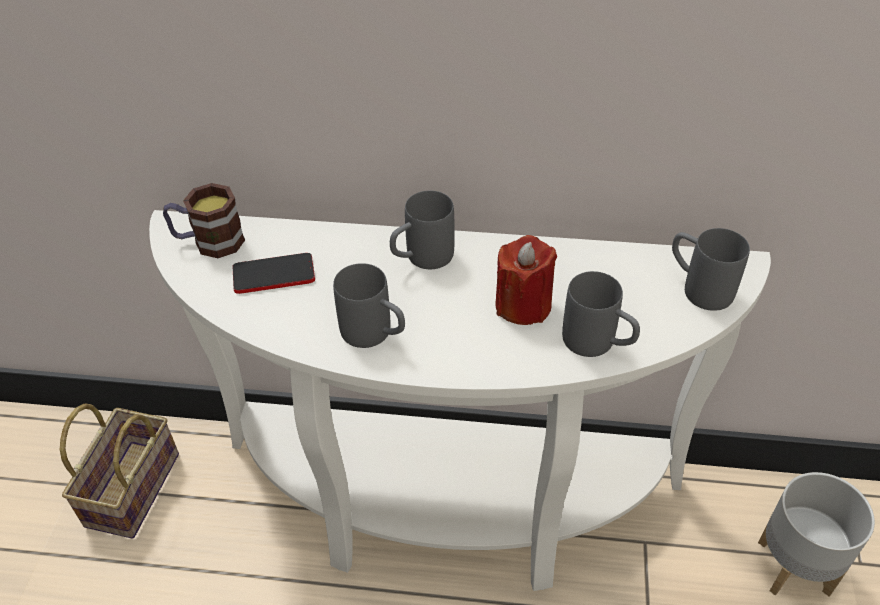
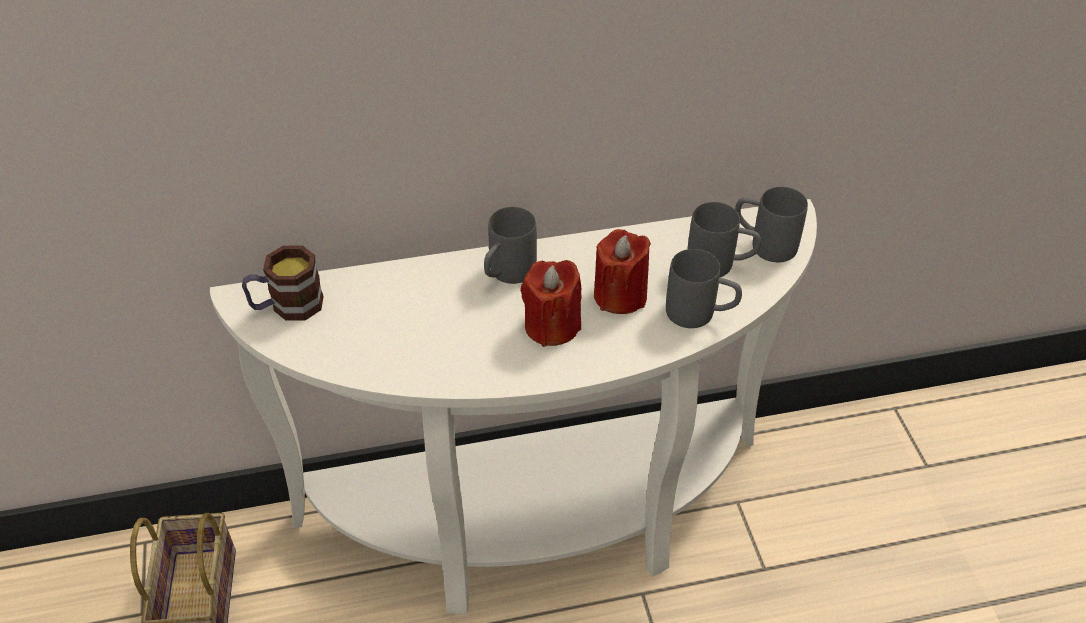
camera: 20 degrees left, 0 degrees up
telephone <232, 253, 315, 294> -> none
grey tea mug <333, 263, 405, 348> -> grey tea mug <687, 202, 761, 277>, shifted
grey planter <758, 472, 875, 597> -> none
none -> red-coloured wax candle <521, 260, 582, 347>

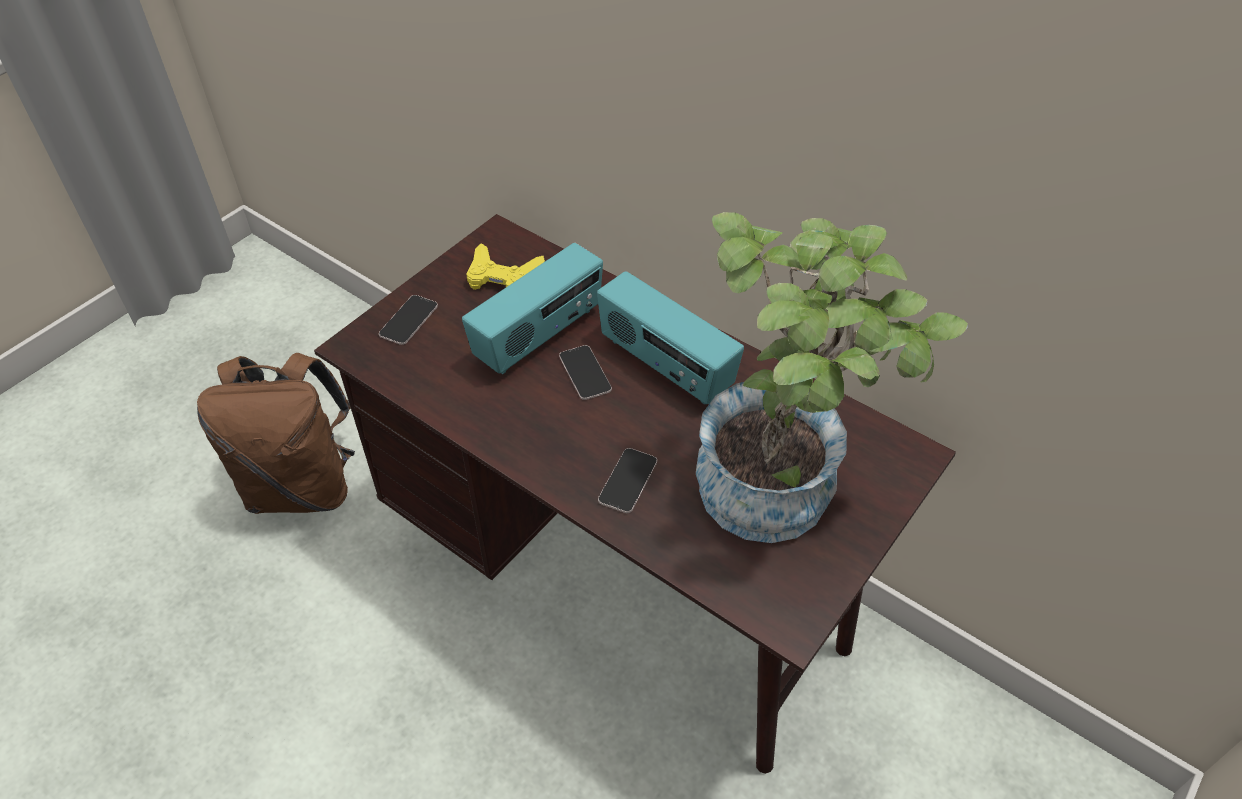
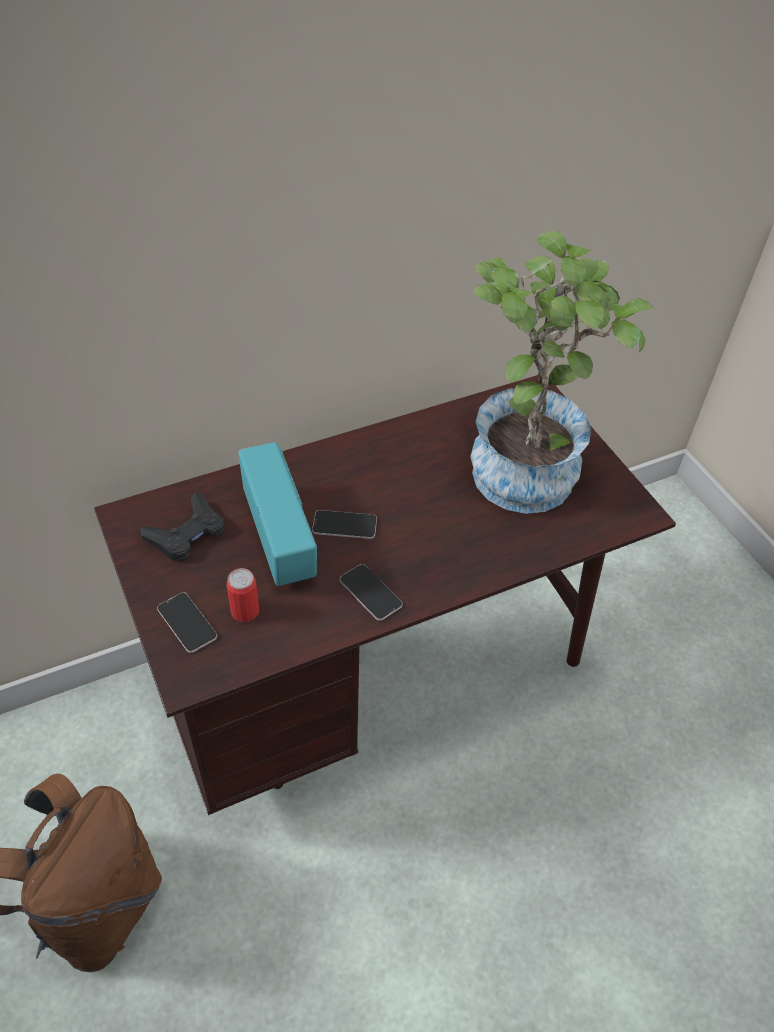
camera: 65 degrees left, 0 degrees up
yellow-coloured game controller <466, 243, 545, 290> -> black game controller <140, 492, 224, 562>
radio <597, 271, 744, 405> -> none
telephone <598, 448, 657, 513> -> telephone <340, 564, 402, 621>, shifted
none -> metal can <227, 568, 259, 622>

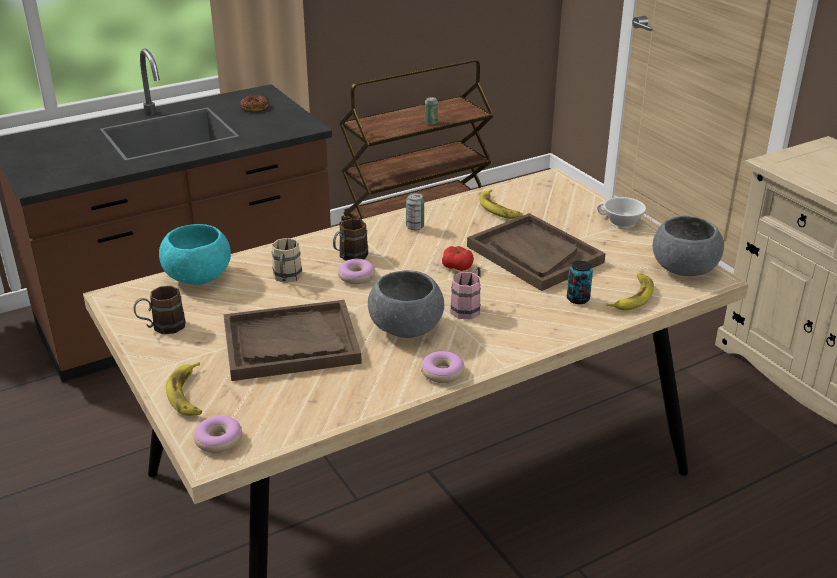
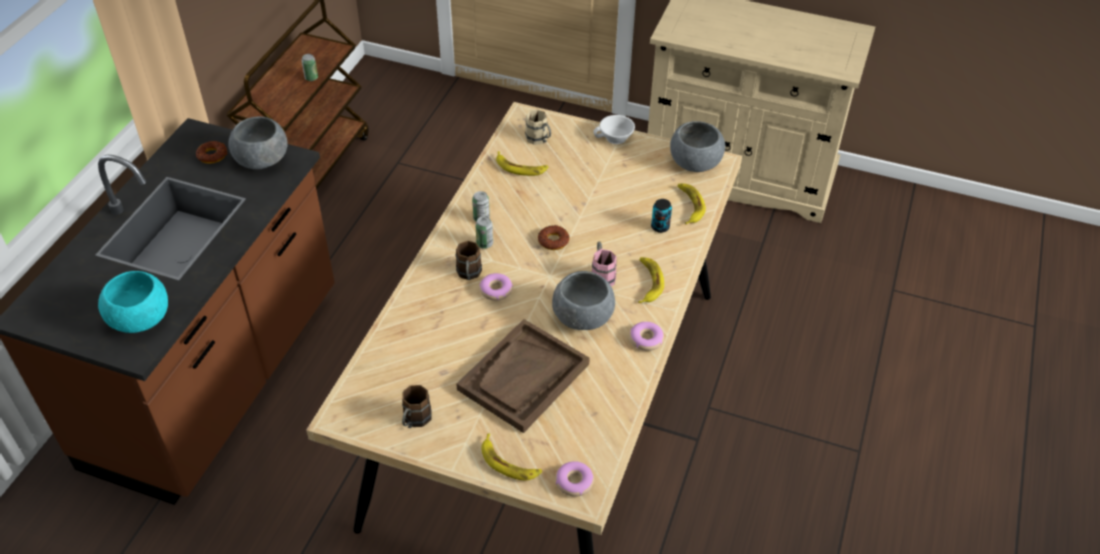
camera: 40 degrees left, 15 degrees up
brownish carrying tray <467, 213, 606, 291> -> none
turquoise-coloured serving bowl <159, 224, 231, 285> -> turquoise-coloured serving bowl <98, 271, 168, 333>, shifted
beige-coloured tea mug <272, 238, 303, 283> -> beige-coloured tea mug <525, 110, 551, 145>, shifted
whole tomato <442, 246, 474, 271> -> donut <538, 225, 570, 250>
none -> grey serving bowl <228, 117, 288, 169>
none -> metal can <475, 216, 493, 249>
none -> whole banana <638, 257, 664, 303>

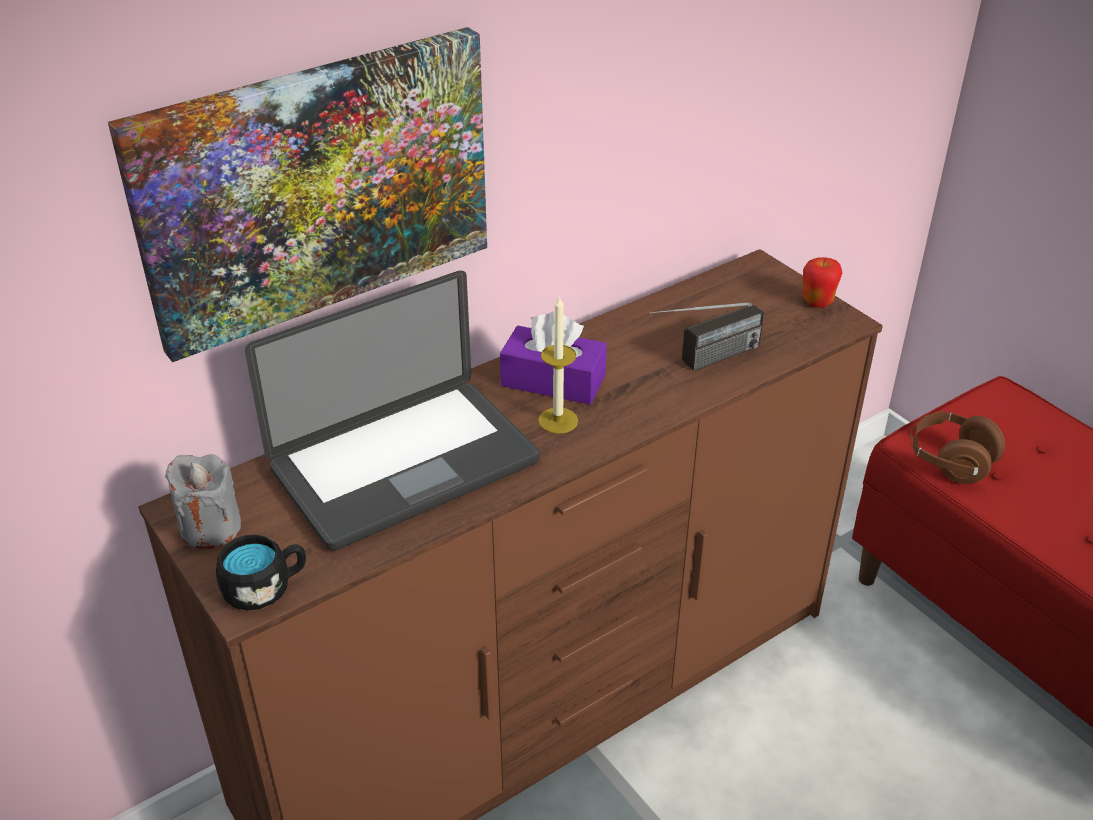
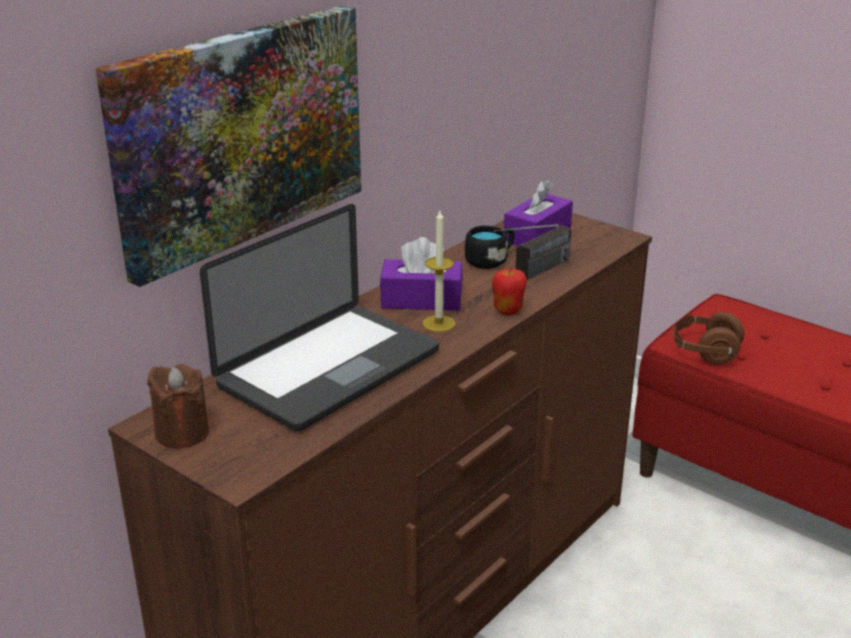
camera: 15 degrees left, 10 degrees down
apple <802, 257, 842, 308> -> apple <492, 268, 527, 315>, shifted
grey wax candle <165, 454, 241, 549> -> brownish wax candle <147, 364, 209, 448>
black tea mug <216, 535, 306, 610> -> black tea mug <465, 226, 514, 269>, shifted
none -> purple tissue holder <504, 180, 573, 246>

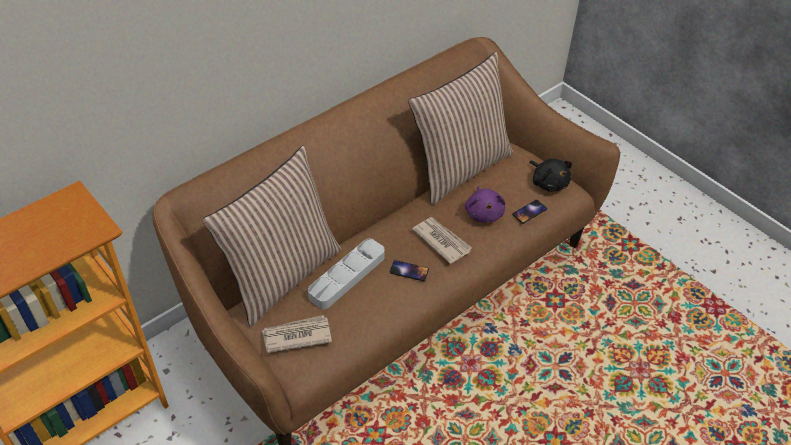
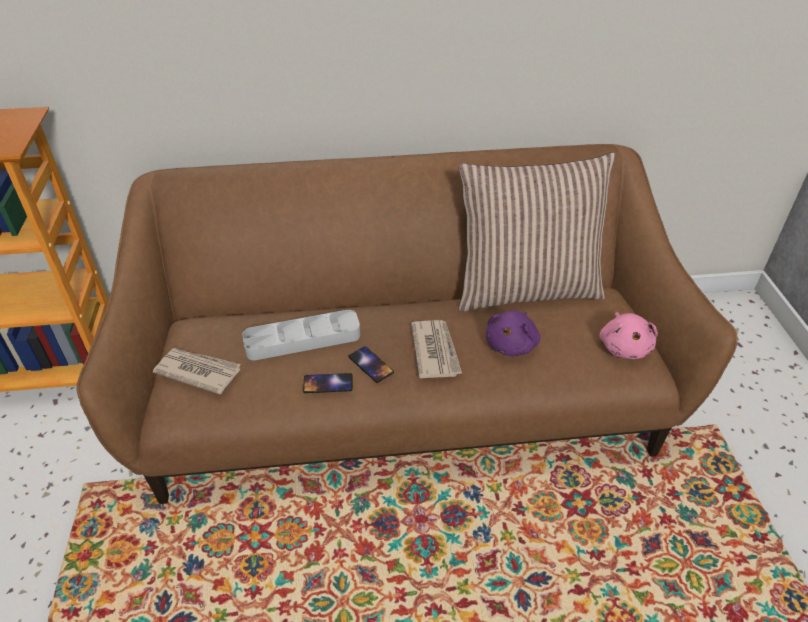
camera: 35 degrees right, 5 degrees down
pillow <202, 145, 342, 326> -> none
black plush toy <529, 158, 572, 192> -> pinkish plush toy <600, 312, 658, 359>
telephone <512, 200, 547, 224> -> telephone <303, 373, 353, 393>, shifted

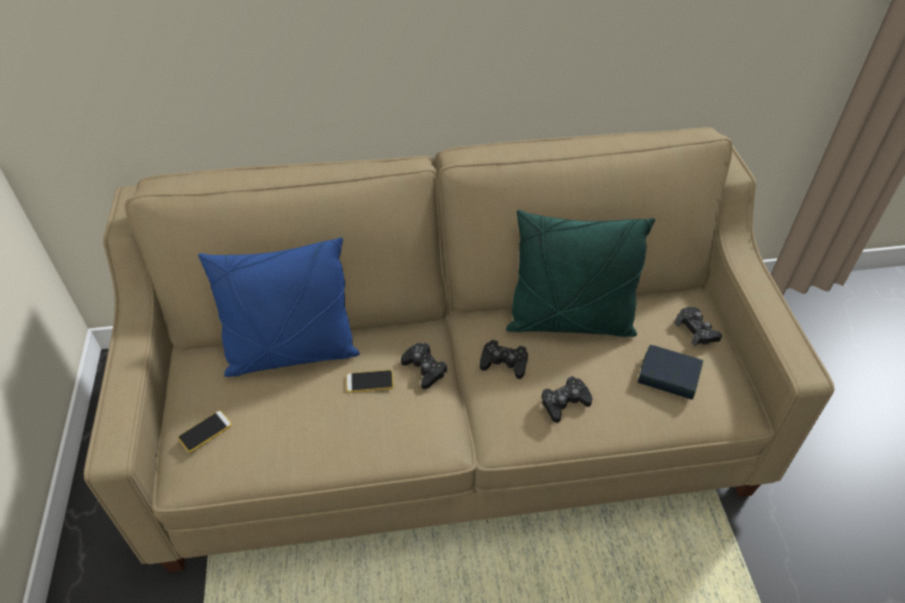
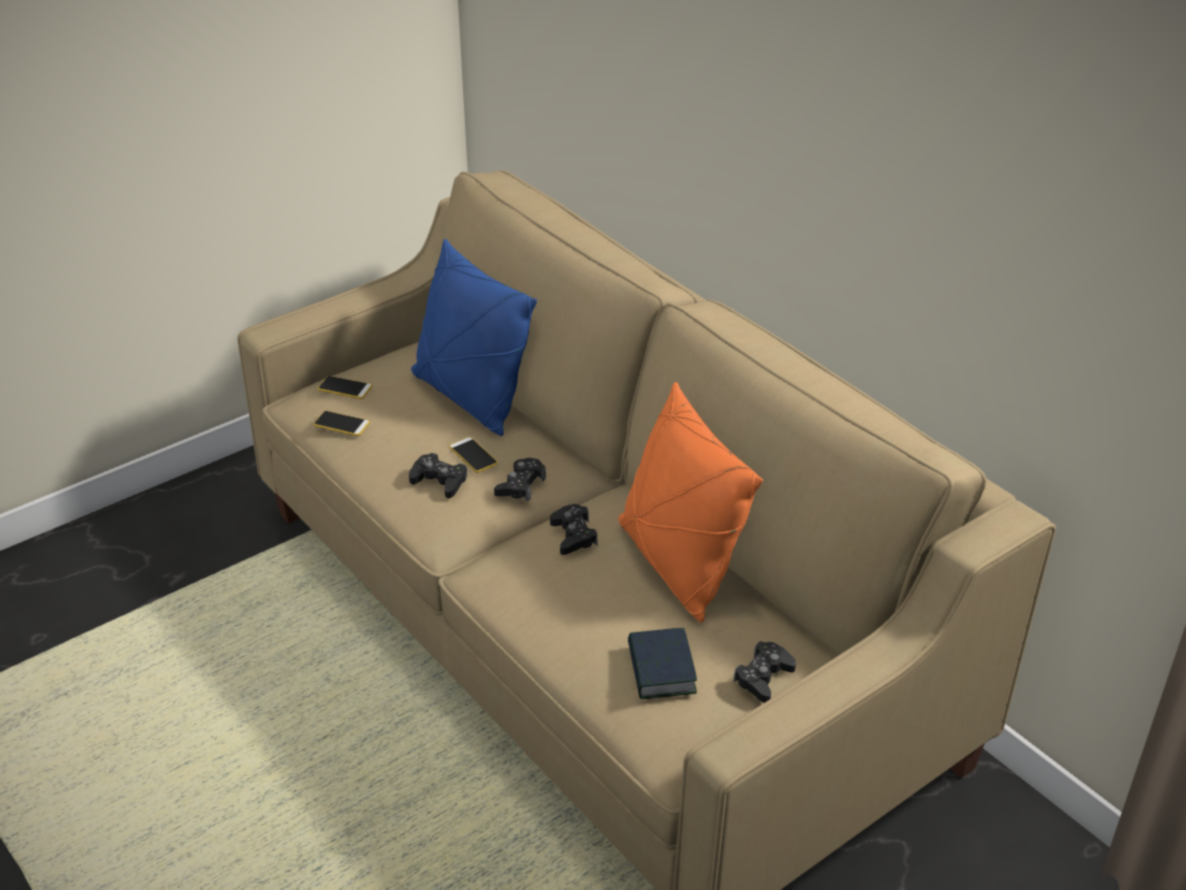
camera: 60 degrees right, 10 degrees down
greenish pillow <506, 210, 655, 337> -> orange pillow <619, 382, 763, 622>
black game controller <541, 376, 592, 423> -> black game controller <409, 453, 467, 498>, shifted
none -> telephone <313, 411, 370, 436>

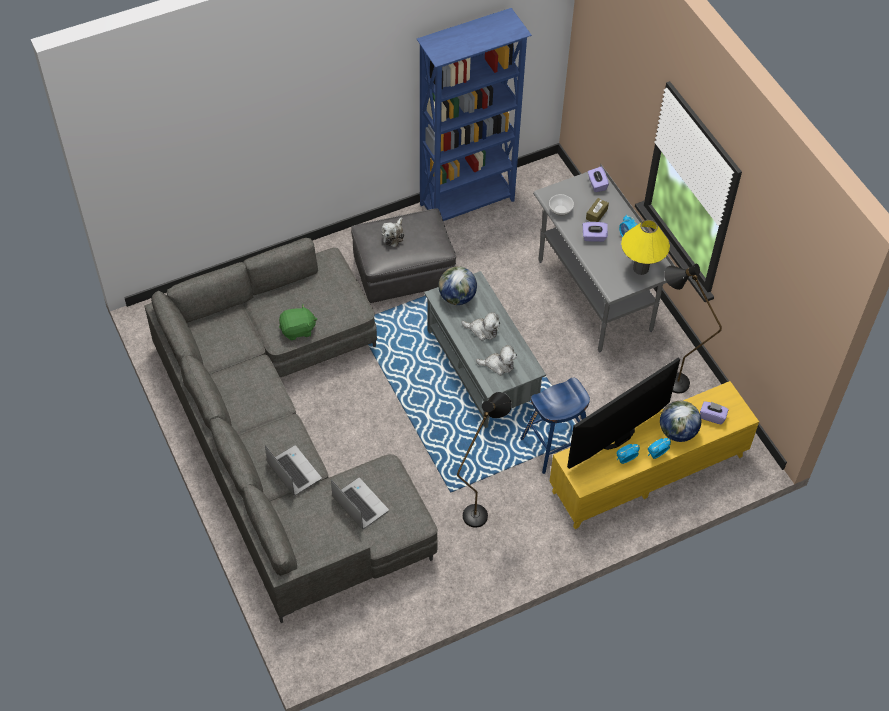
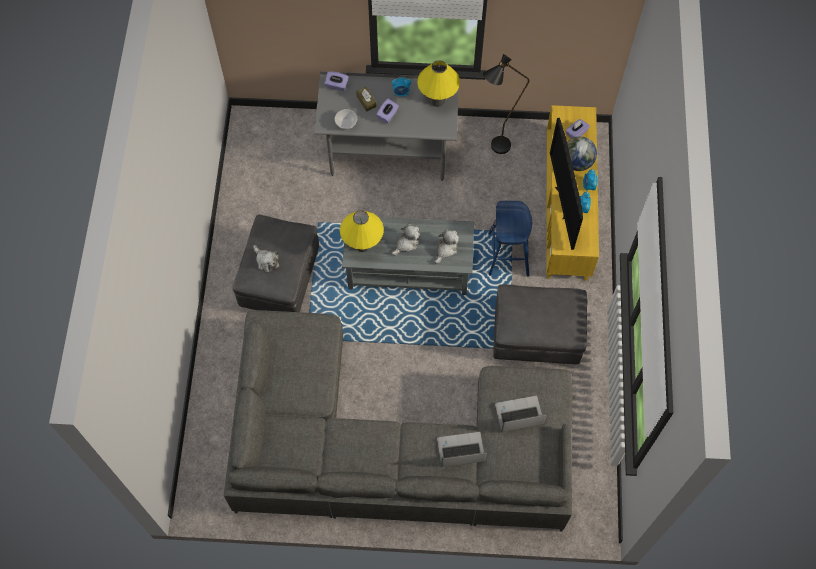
camera: 60 degrees left, 10 degrees up
blue shelving unit <417, 8, 532, 221> -> none
desk globe <438, 266, 477, 305> -> yellow-coloured table lamp <340, 211, 384, 252>
greenish plush toy <279, 305, 317, 340> -> none
black standard lamp <457, 392, 512, 528> -> grey footrest <493, 284, 587, 365>

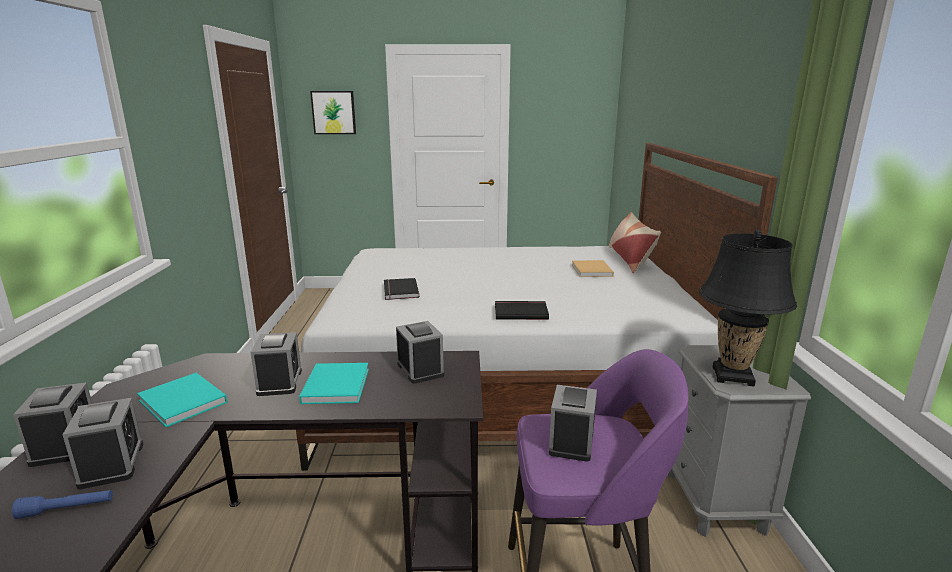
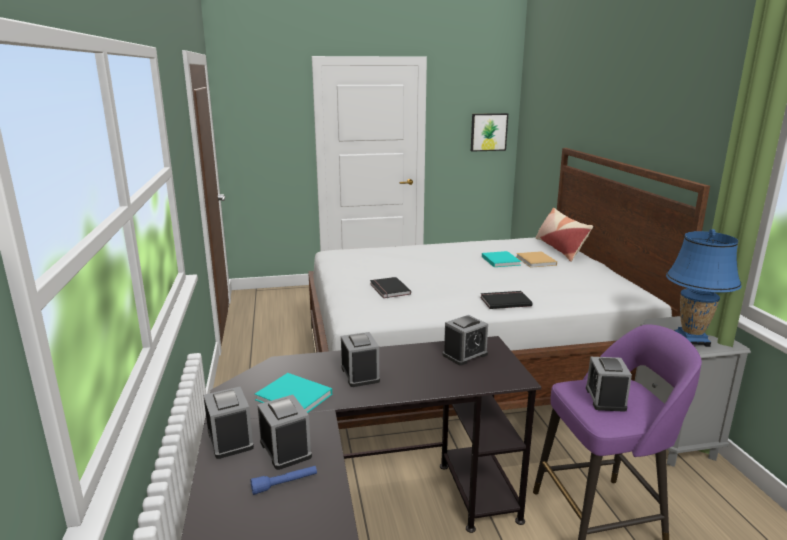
camera: 10 degrees left, 0 degrees up
wall art <310, 91, 356, 134> -> wall art <471, 113, 508, 152>, shifted
black table lamp <699, 230, 797, 387> -> blue table lamp <666, 229, 742, 347>
bedside clock <396, 321, 444, 384> -> bedside clock <442, 315, 488, 366>, 90 degrees clockwise
turquoise-coloured bound book <299, 363, 369, 404> -> turquoise-coloured bound book <482, 251, 521, 267>, shifted

